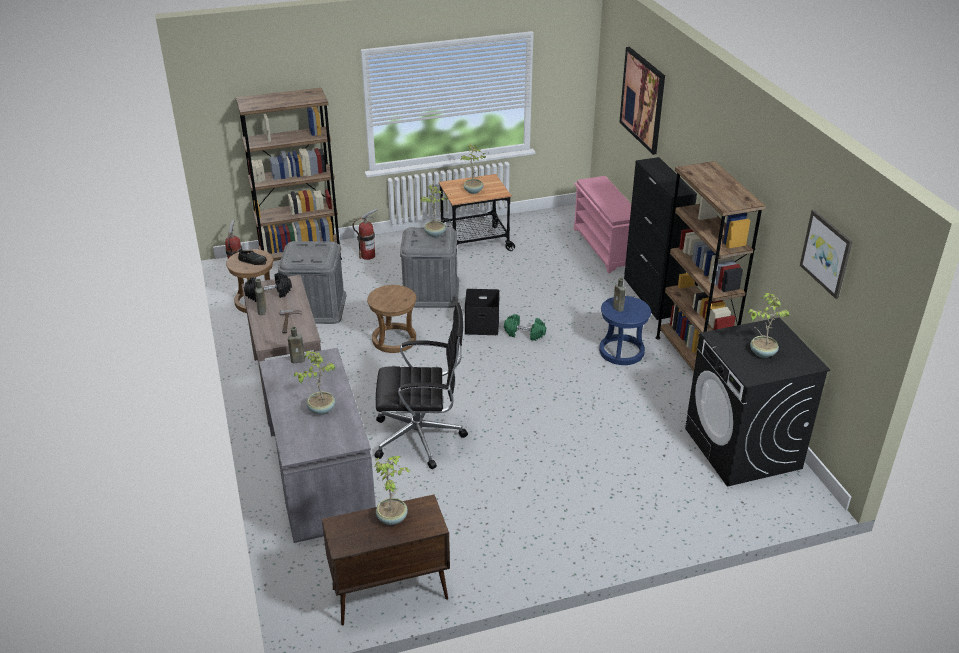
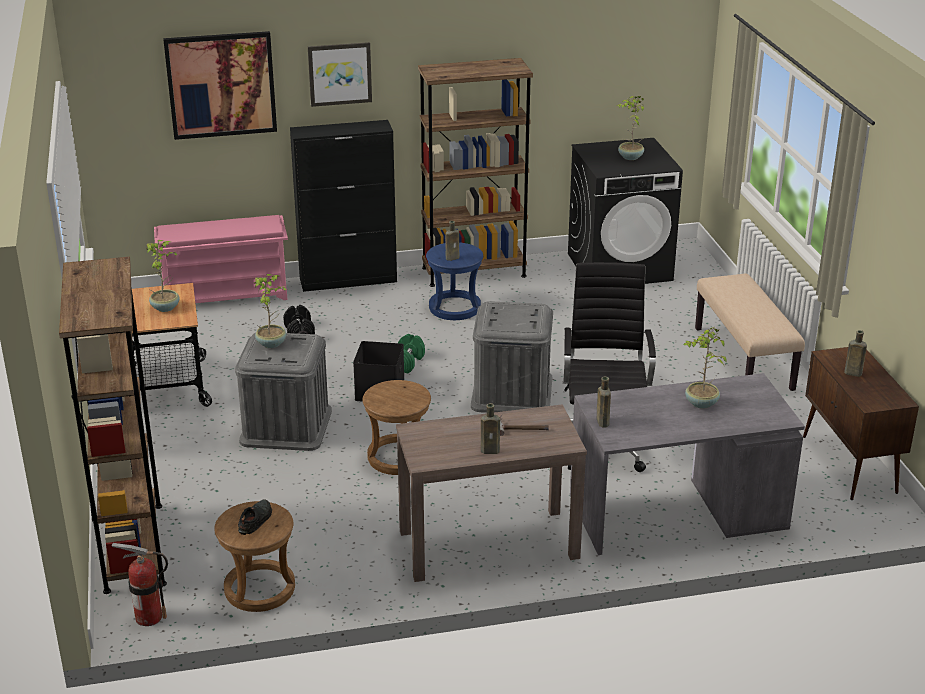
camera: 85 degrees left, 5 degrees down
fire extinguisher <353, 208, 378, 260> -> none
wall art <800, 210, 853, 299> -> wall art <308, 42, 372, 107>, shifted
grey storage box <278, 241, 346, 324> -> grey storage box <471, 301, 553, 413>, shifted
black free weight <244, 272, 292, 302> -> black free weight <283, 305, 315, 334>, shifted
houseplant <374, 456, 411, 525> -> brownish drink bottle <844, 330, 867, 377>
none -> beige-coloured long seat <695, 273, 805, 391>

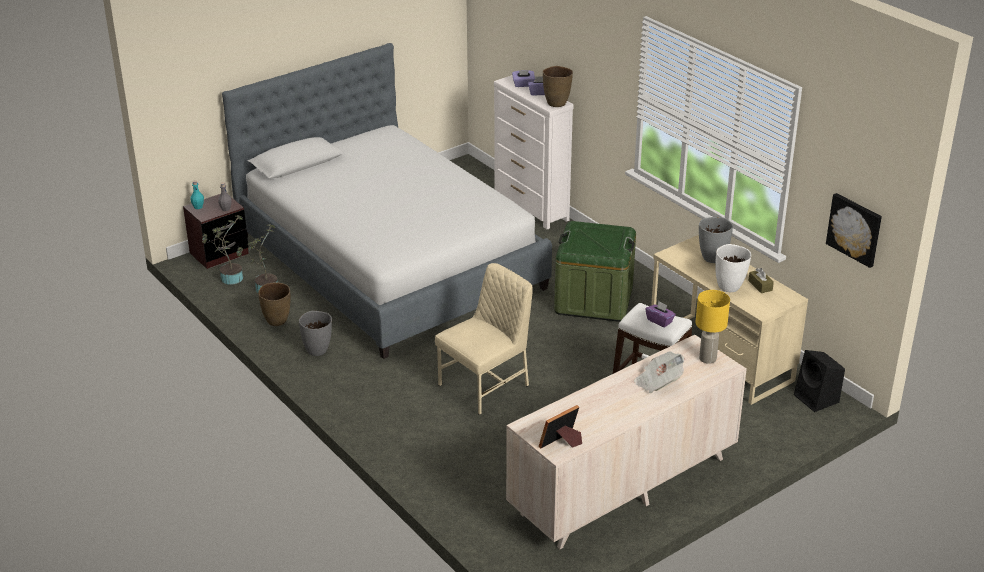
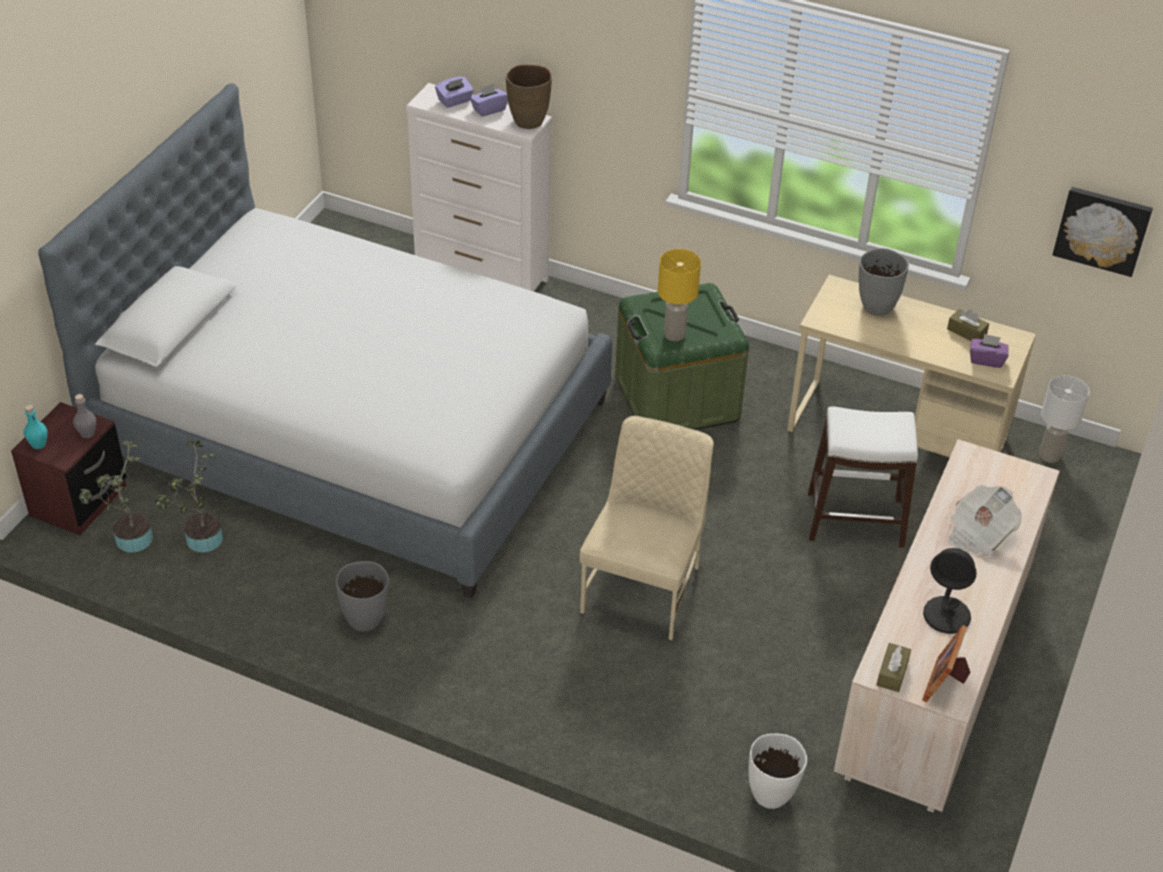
camera: 30 degrees left, 10 degrees up
white-coloured vase <715, 244, 751, 292> -> white-coloured vase <748, 733, 807, 809>, shifted
brownish vase <258, 282, 290, 326> -> none
yellow-coloured table lamp <696, 290, 730, 364> -> yellow-coloured table lamp <658, 249, 701, 341>, shifted
purple tissue holder <645, 301, 676, 328> -> purple tissue holder <970, 334, 1009, 368>, shifted
black audio speaker <794, 350, 845, 412> -> white-coloured table lamp <1039, 375, 1090, 463>
none -> black table lamp <923, 548, 977, 634>
none -> brownish tissue holder <877, 643, 911, 692>

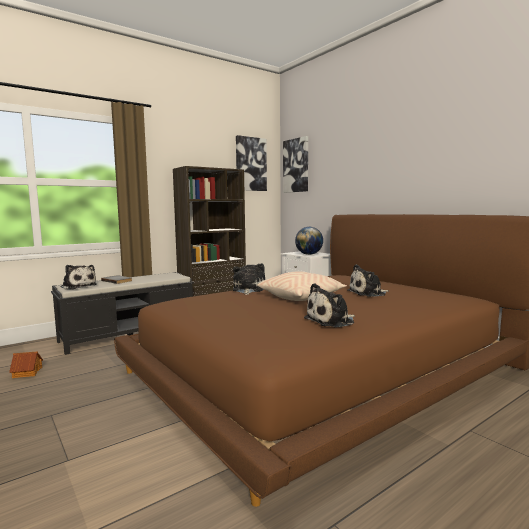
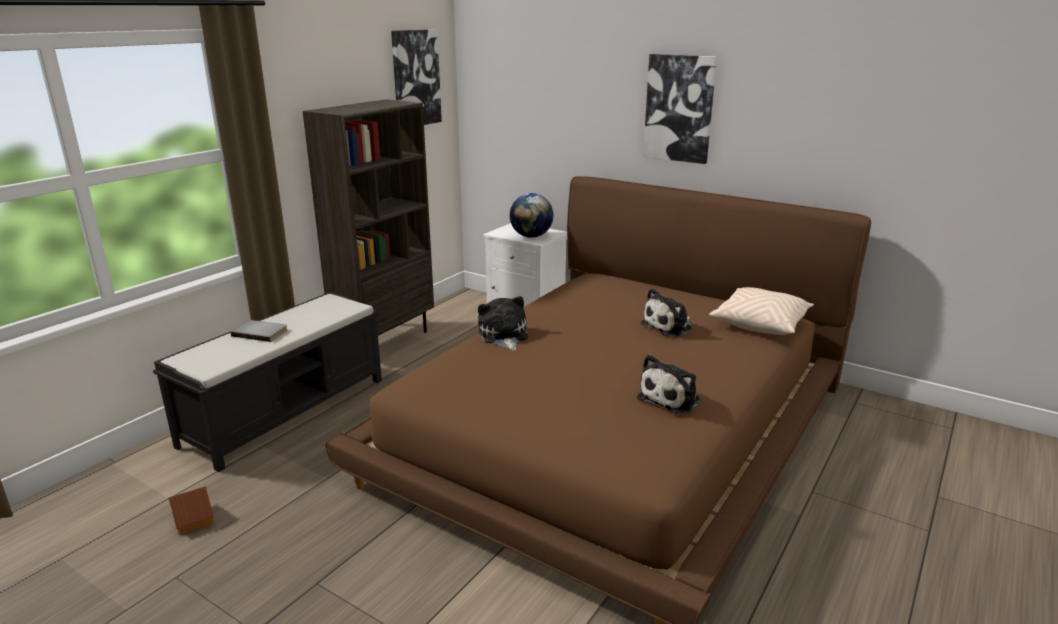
camera: 20 degrees left, 15 degrees up
wall art <283, 136, 308, 193> -> wall art <643, 54, 717, 164>, shifted
plush toy <61, 265, 97, 290> -> none
beige-coloured pillow <257, 271, 347, 301> -> beige-coloured pillow <709, 287, 814, 335>, shifted

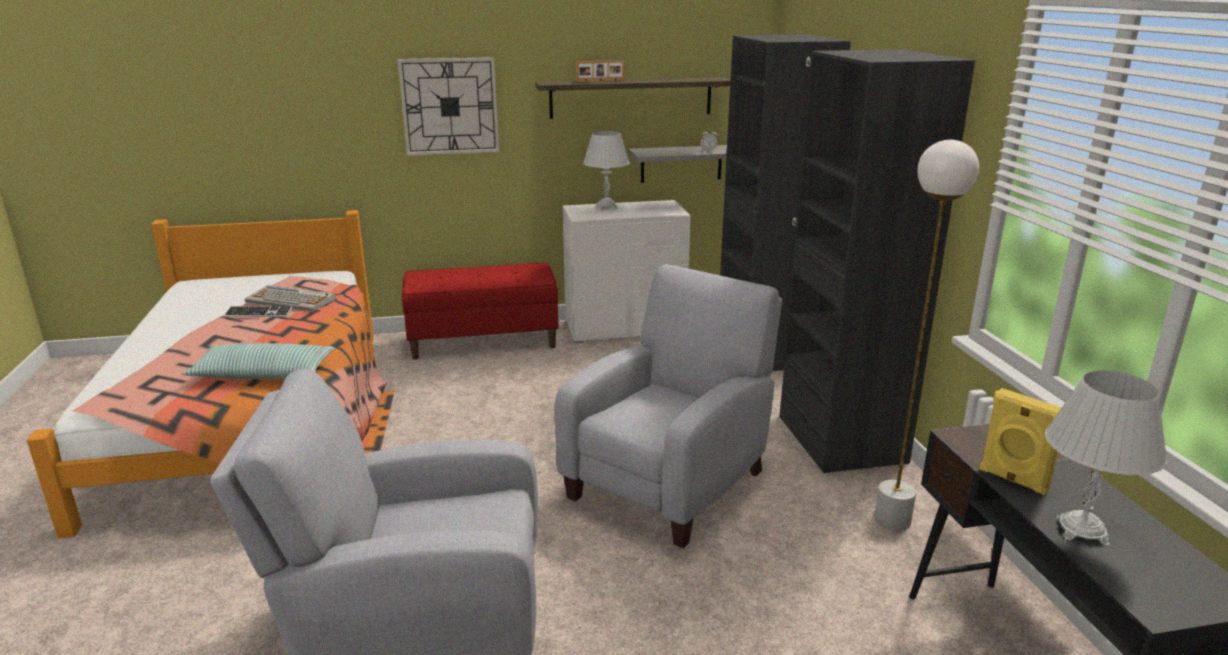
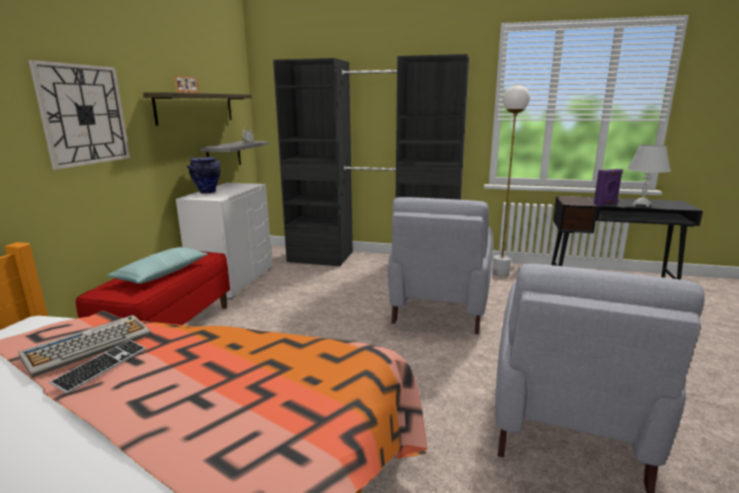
camera: 65 degrees left, 5 degrees down
white-coloured table lamp <583, 131, 630, 210> -> vase <187, 157, 220, 194>
grey lounge chair <554, 264, 782, 548> -> grey lounge chair <388, 197, 493, 334>, 135 degrees counterclockwise
pillow <182, 343, 335, 379> -> pillow <107, 247, 208, 284>, shifted
yellow-coloured audio speaker <979, 388, 1062, 495> -> purple audio speaker <594, 169, 623, 206>

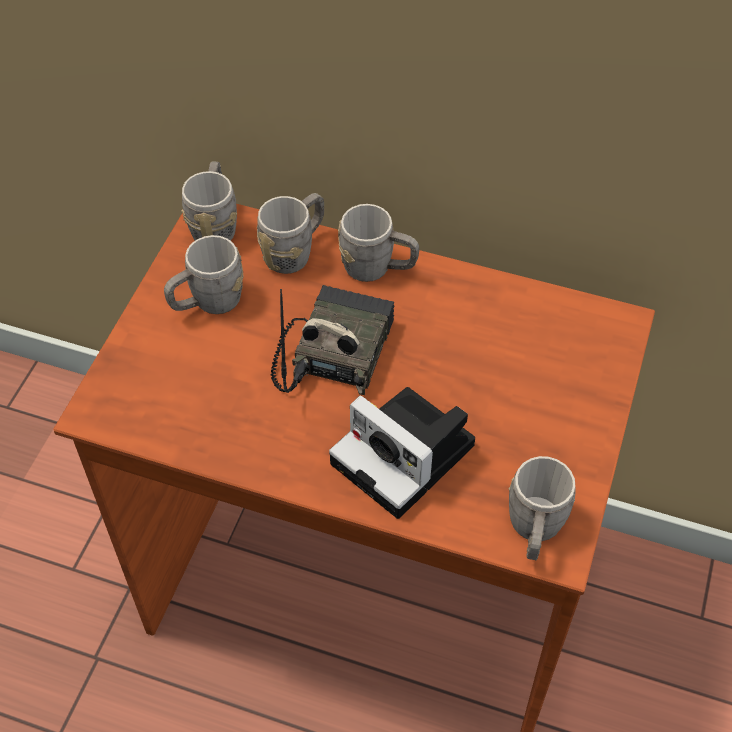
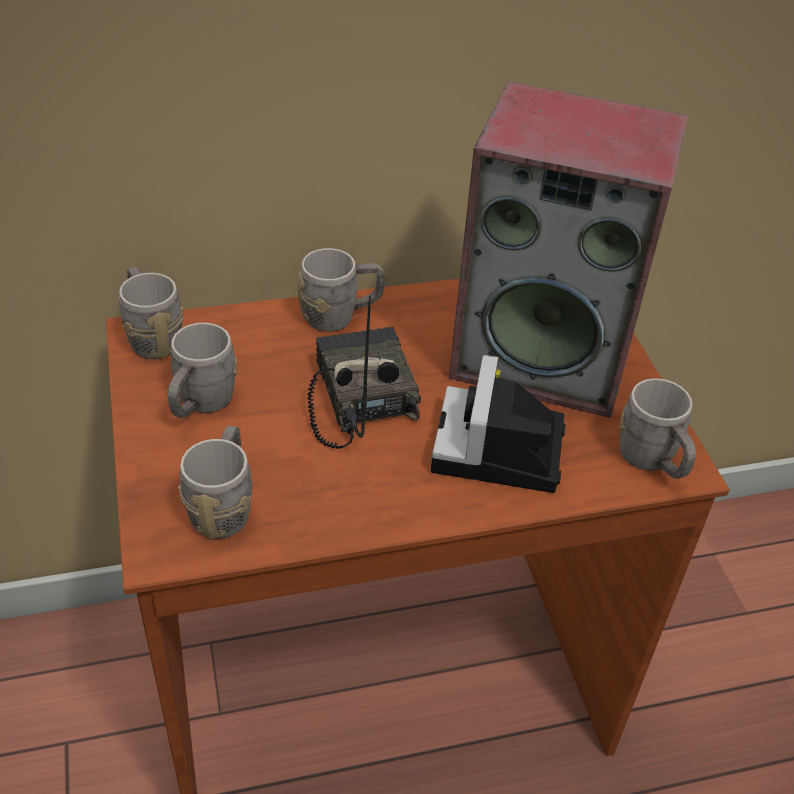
camera: 35 degrees left, 10 degrees down
grey tea mug <257, 193, 324, 274> -> grey tea mug <178, 425, 252, 539>, shifted
still camera <329, 387, 475, 519> -> still camera <431, 355, 566, 493>, 90 degrees clockwise
none -> audio speaker <449, 82, 688, 418>

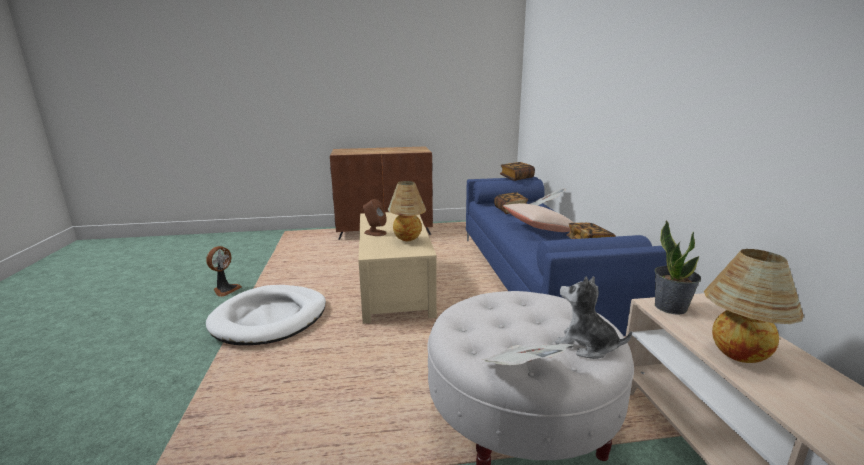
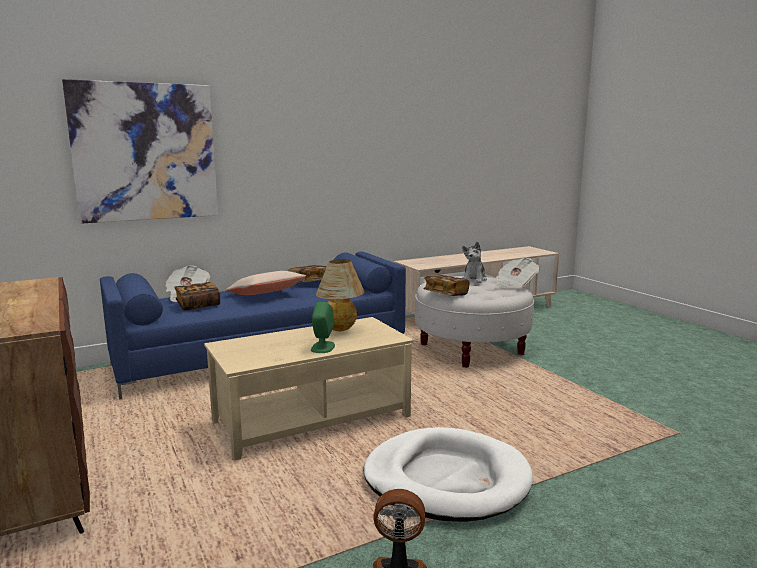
camera: 110 degrees left, 5 degrees down
bound book <500, 162, 535, 181> -> bound book <423, 275, 470, 296>, shifted
brownish audio speaker <363, 199, 387, 236> -> greenish audio speaker <311, 302, 335, 353>
houseplant <655, 220, 701, 315> -> none
table lamp <704, 249, 804, 363> -> none
none -> wall art <62, 79, 218, 224>

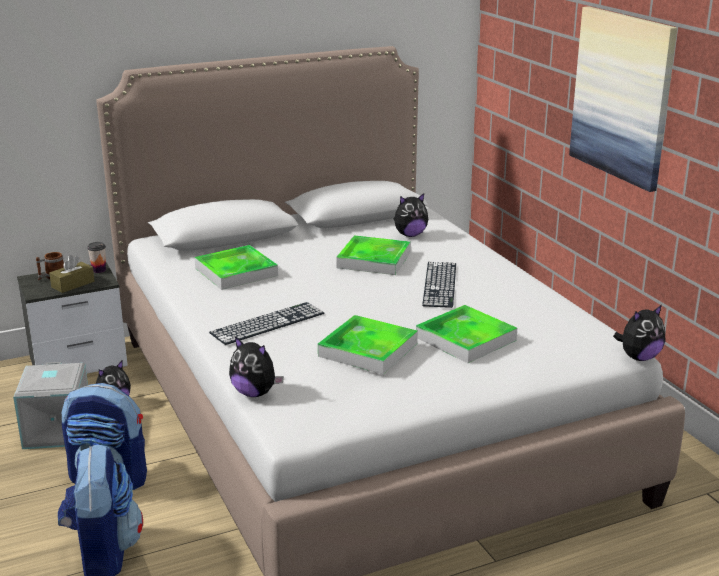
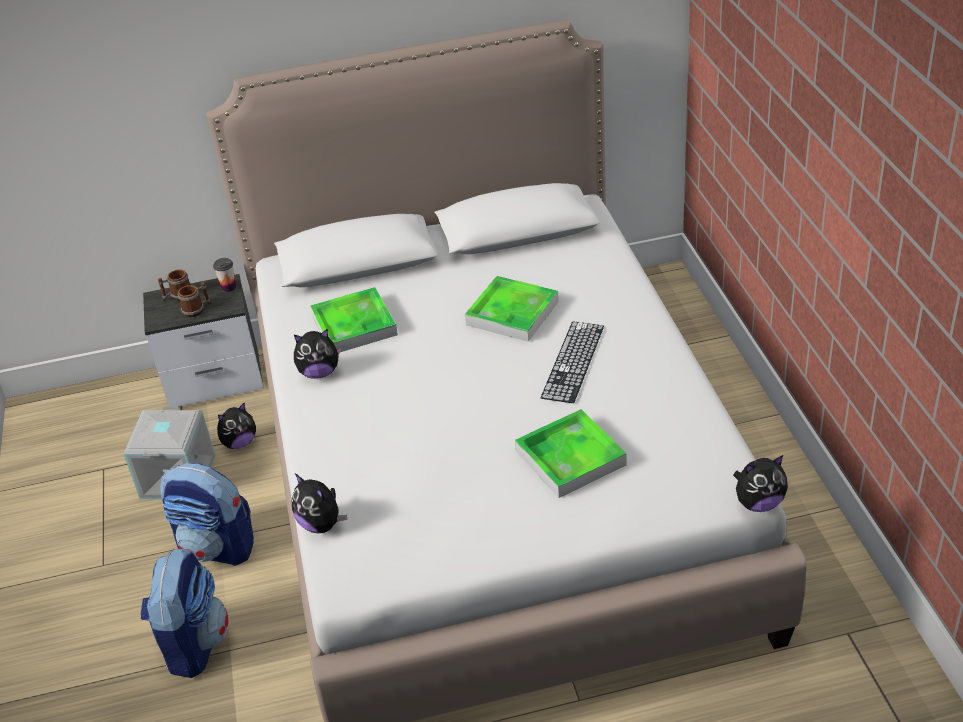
camera: 15 degrees right, 15 degrees up
wall art <569, 6, 677, 192> -> none
plush toy <393, 193, 428, 237> -> plush toy <294, 329, 341, 379>, shifted
brownish tissue holder <49, 255, 95, 293> -> tea mug <178, 282, 211, 317>
computer keyboard <209, 302, 324, 345> -> none
carrying tray <318, 315, 418, 374> -> none

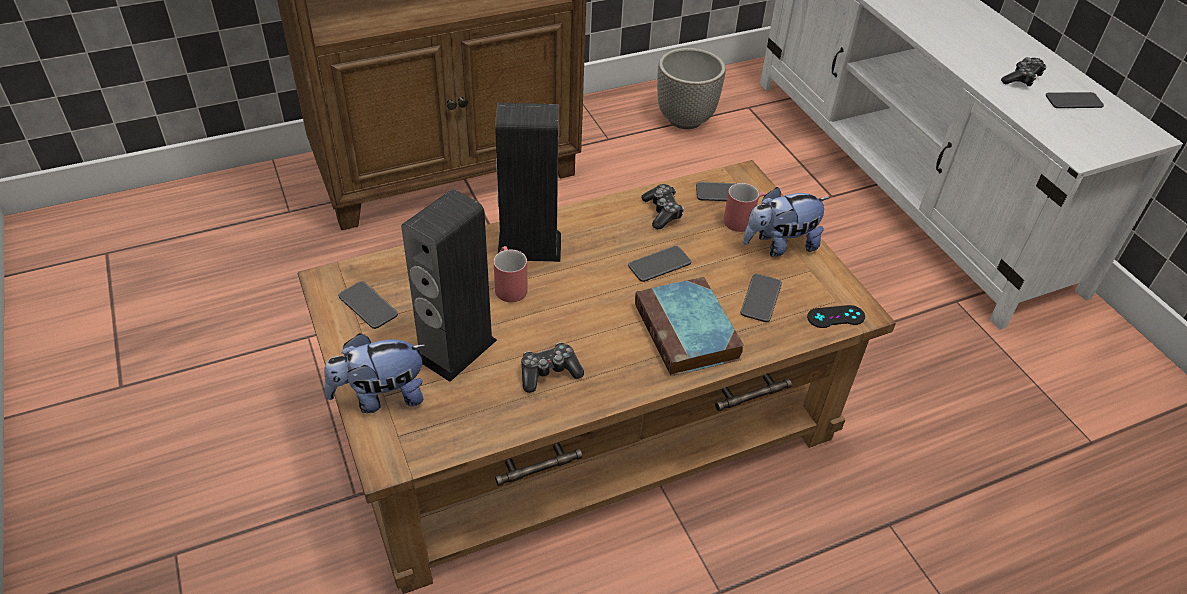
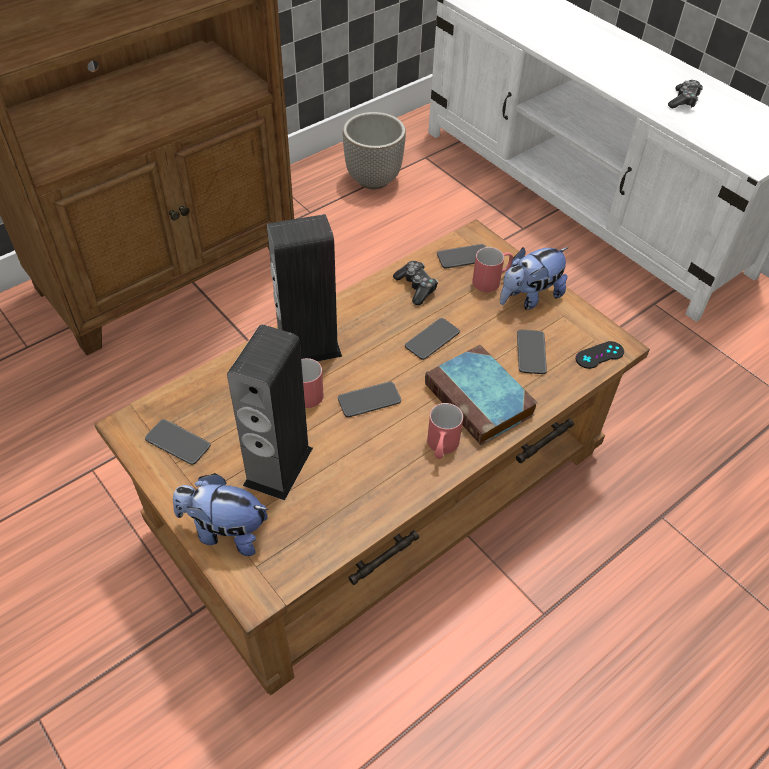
camera: 15 degrees left, 5 degrees up
telephone <1046, 92, 1104, 108> -> telephone <338, 382, 401, 417>, shifted
plush toy <324, 333, 427, 413> -> plush toy <173, 473, 268, 556>, 45 degrees clockwise
game controller <521, 342, 584, 393> -> none
none -> red-coloured tea mug <427, 403, 463, 459>

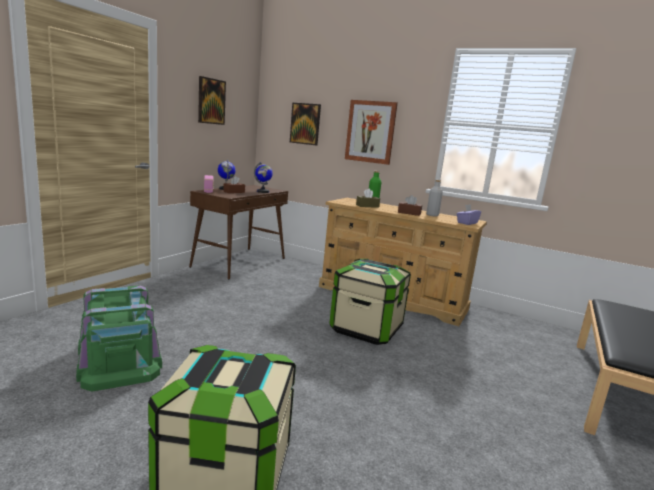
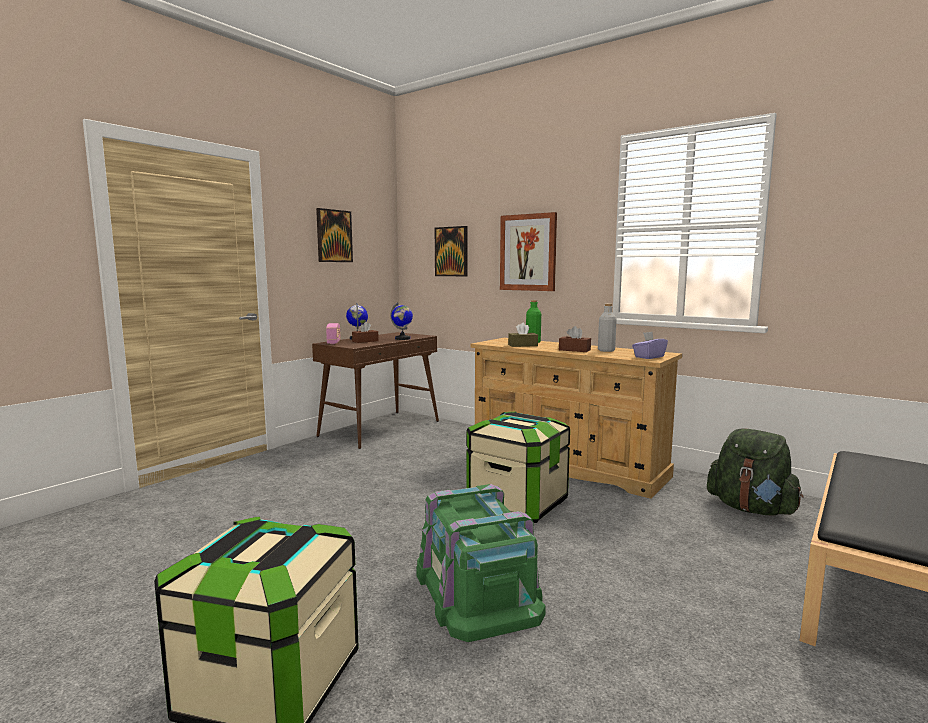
camera: 10 degrees right, 5 degrees down
greenish storage box <76, 286, 162, 391> -> greenish storage box <416, 484, 546, 642>, shifted
none -> greenish rucksack <707, 428, 804, 515>

